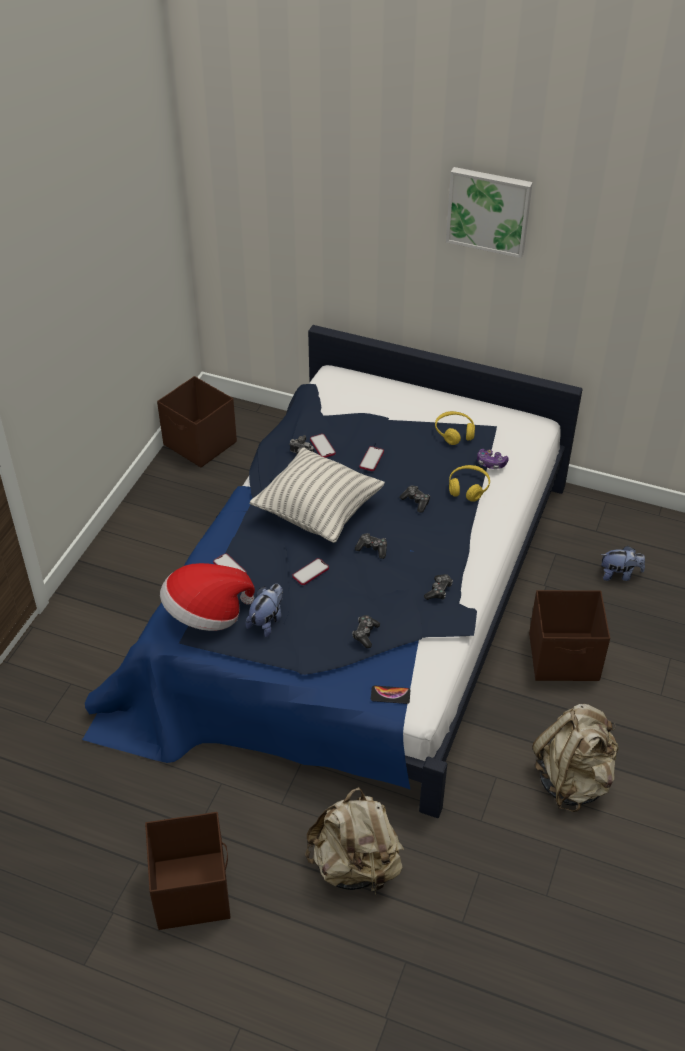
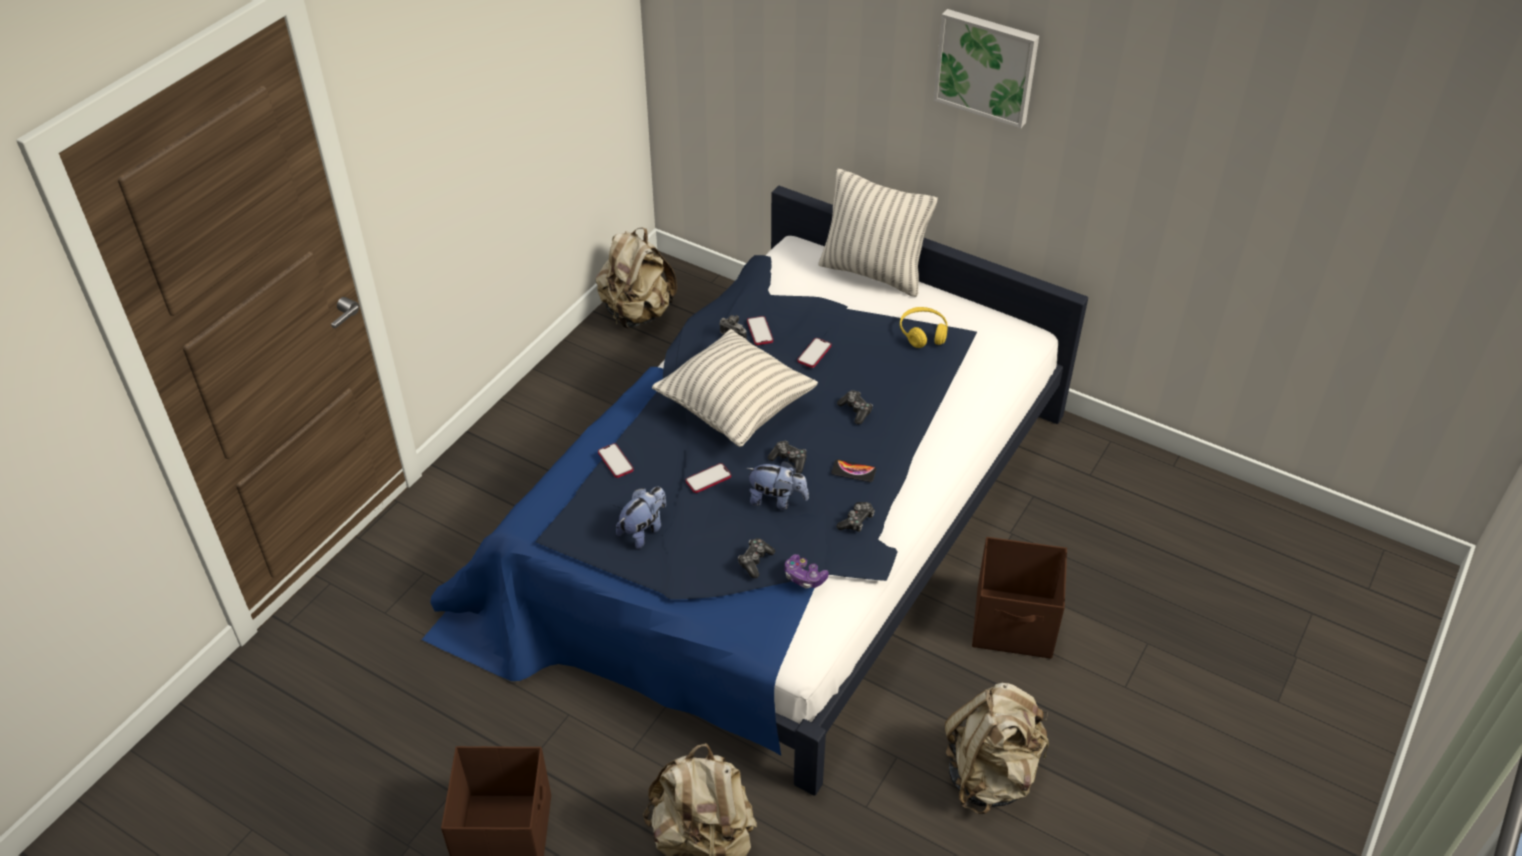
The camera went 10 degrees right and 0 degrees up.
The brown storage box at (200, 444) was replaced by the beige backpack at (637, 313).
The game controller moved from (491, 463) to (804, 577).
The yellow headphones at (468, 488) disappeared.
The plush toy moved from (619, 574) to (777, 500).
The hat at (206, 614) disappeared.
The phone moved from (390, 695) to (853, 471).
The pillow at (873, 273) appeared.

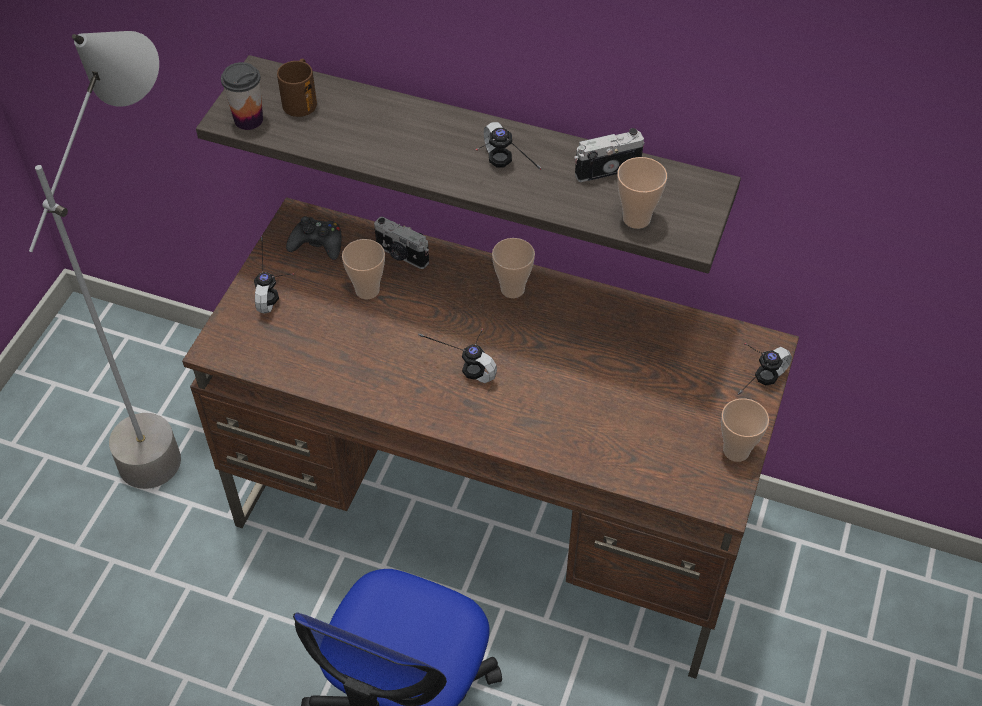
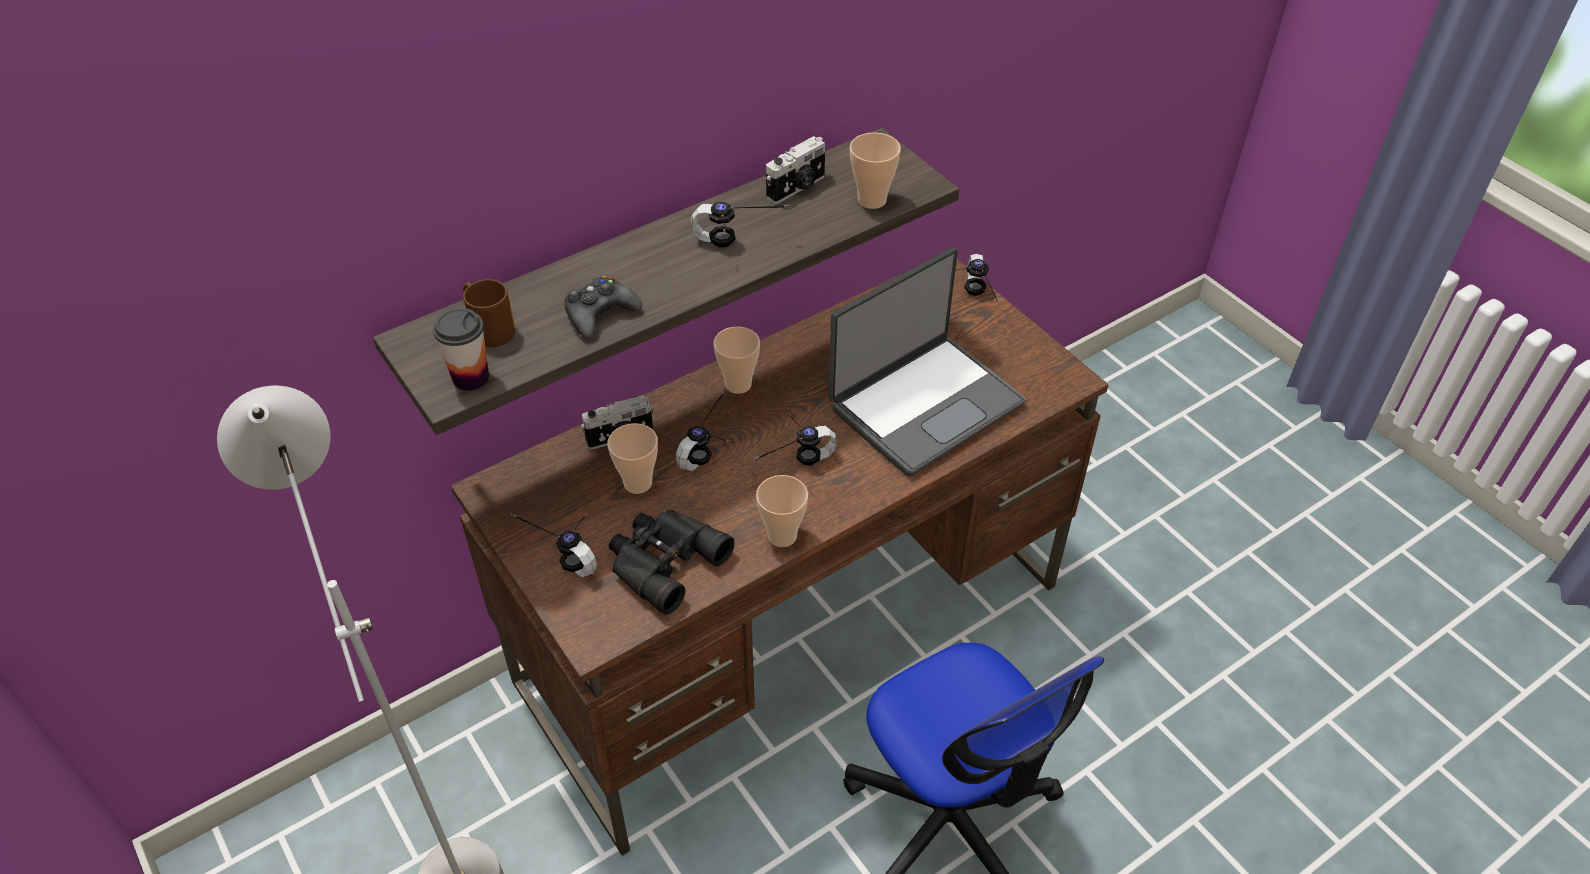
The camera went 55 degrees left and 5 degrees down.
The photo camera at (606, 169) turned 150 degrees counterclockwise.
The black game controller moved from (317, 244) to (600, 314).
The cup moved from (736, 451) to (782, 536).
The laptop at (924, 404) appeared.
The headphones at (715, 453) appeared.
The black binoculars at (663, 561) appeared.

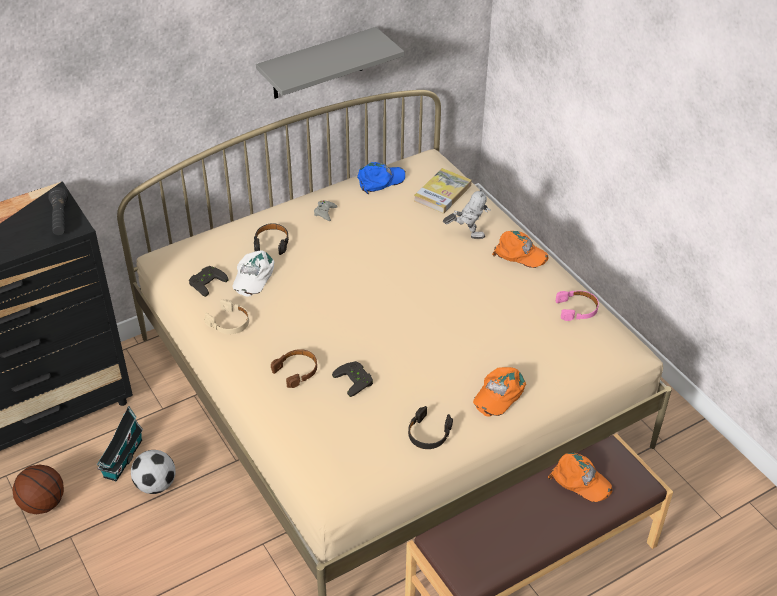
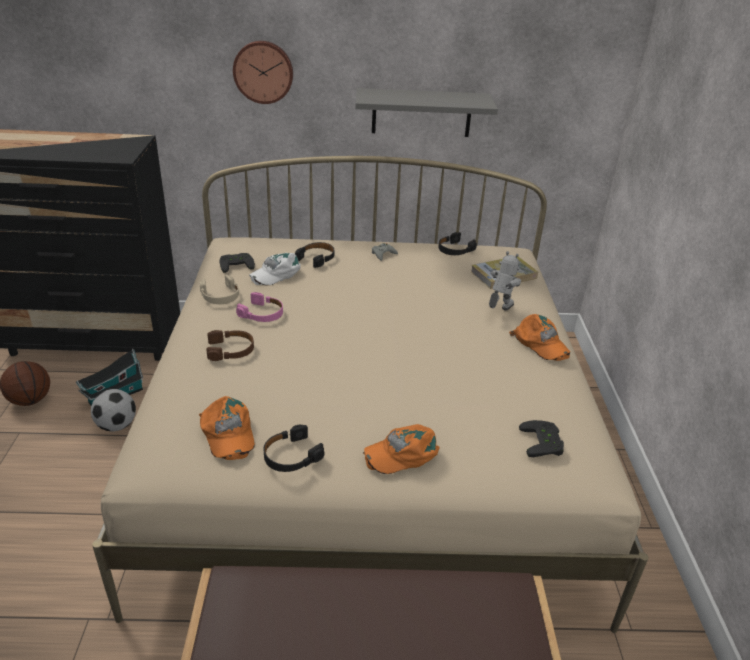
The camera went 30 degrees right and 10 degrees down.
The blue cap at (380, 180) was replaced by the black headphones at (454, 250).
The black flashlight at (60, 219) disappeared.
The toy robot at (467, 234) turned 90 degrees counterclockwise.
The pink headphones moved from (577, 309) to (262, 314).
The black game controller moved from (356, 379) to (544, 442).
The orange cap moved from (580, 481) to (227, 433).
The wall clock at (263, 72) appeared.

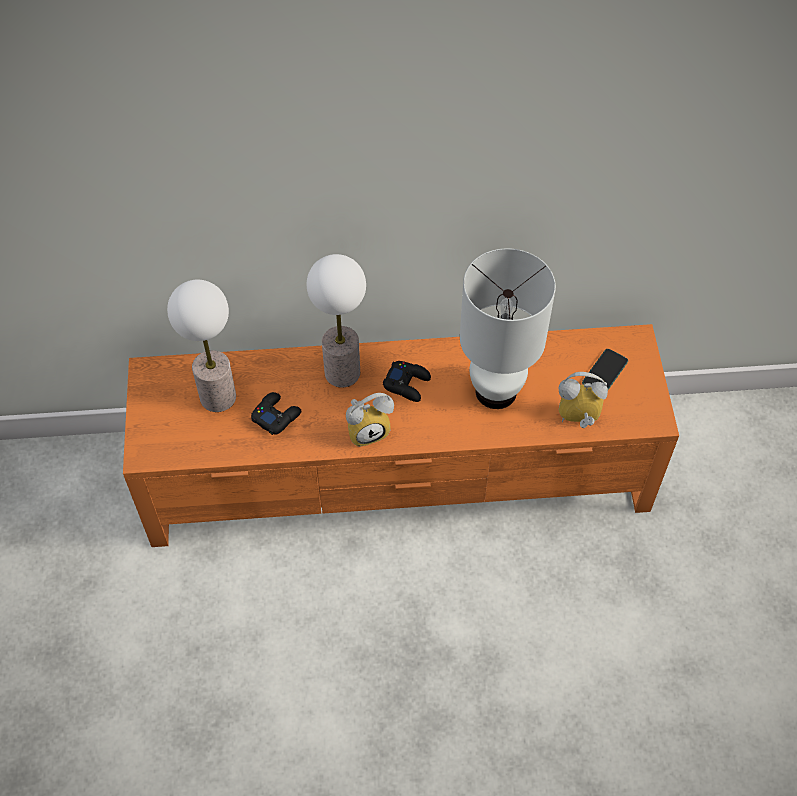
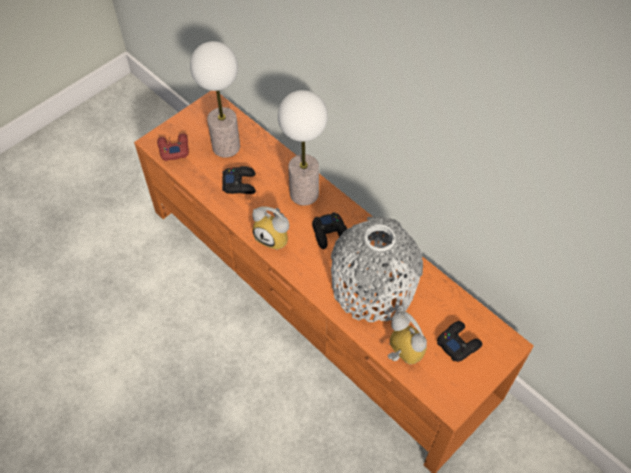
The camera went 50 degrees right and 0 degrees up.
The white table lamp at (495, 392) was replaced by the grey vase at (373, 287).
The phone at (605, 372) was replaced by the black game controller at (458, 343).
The red game controller at (173, 149) appeared.

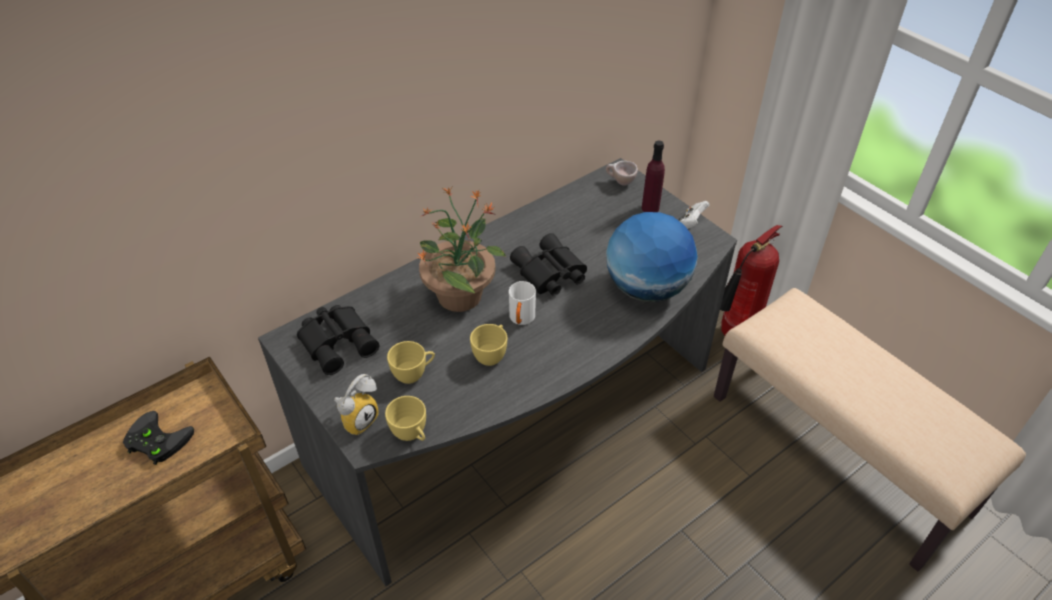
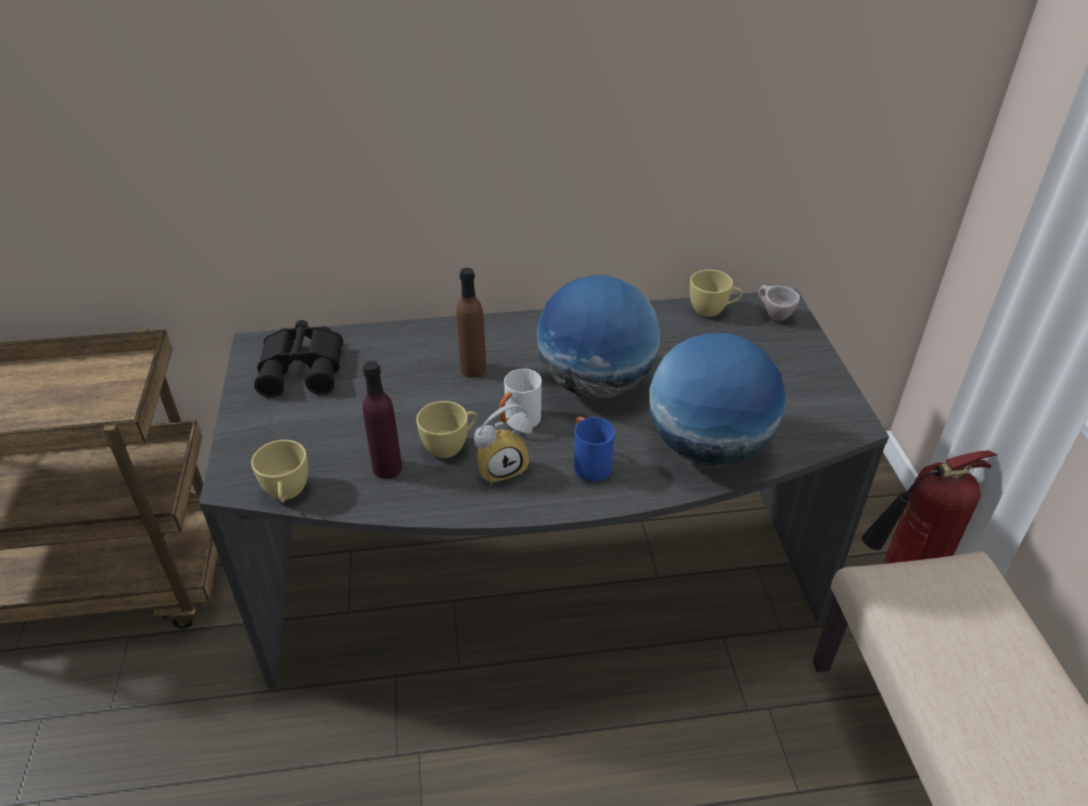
The camera went 30 degrees right and 5 degrees down.
The purple bottle moved from (650, 208) to (387, 468).
The potted plant at (460, 295) was replaced by the brown bottle at (473, 369).
The white game controller at (691, 224) disappeared.
The black binoculars at (549, 273) was replaced by the globe at (596, 384).
The yellow cup moved from (414, 374) to (712, 311).
The alarm clock moved from (358, 419) to (502, 466).
The black game controller at (155, 441) disappeared.
The blue mug at (588, 463) appeared.

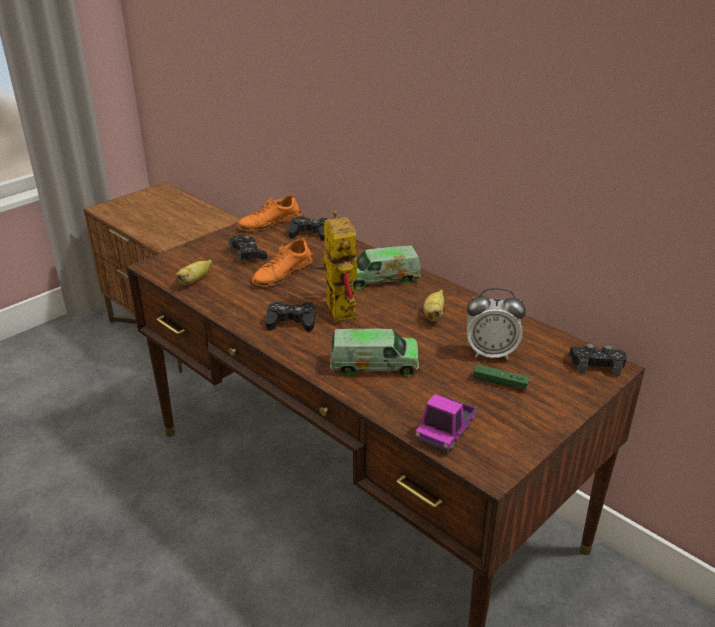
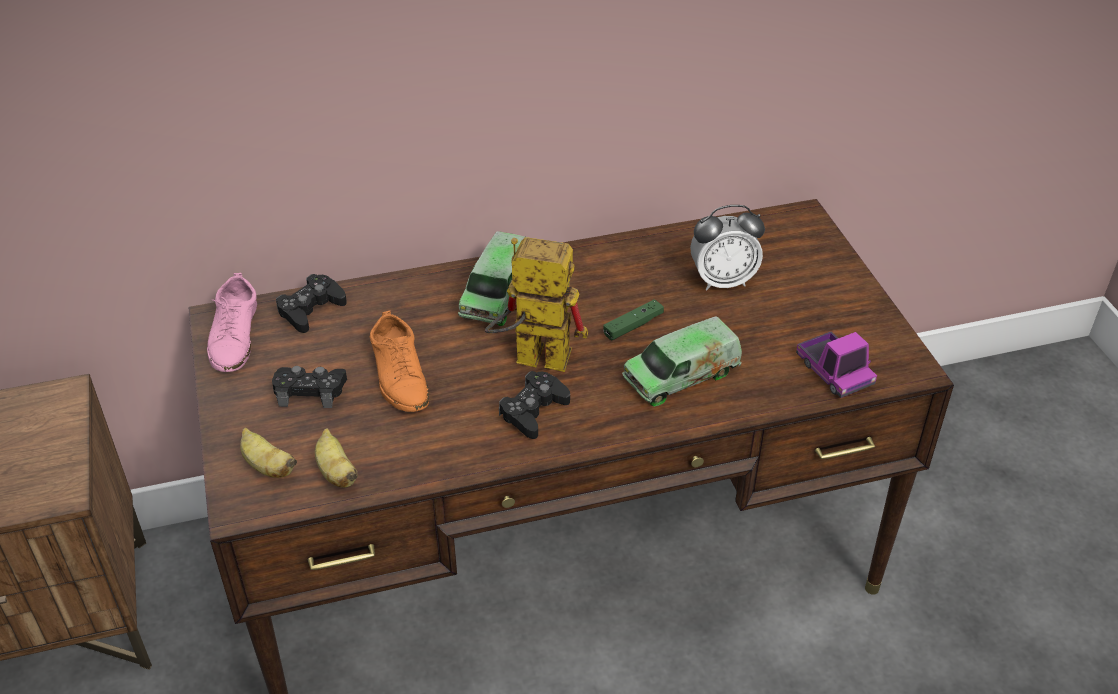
The camera went 60 degrees left and 10 degrees up.
The orange shoe at (270, 223) became the pink shoe at (235, 336).
The alarm clock at (491, 353) turned 45 degrees clockwise.
The banana moved from (434, 315) to (267, 466).
The toy truck at (374, 364) turned 150 degrees counterclockwise.
The black game controller at (596, 364) disappeared.
The green game controller moved from (500, 382) to (633, 326).

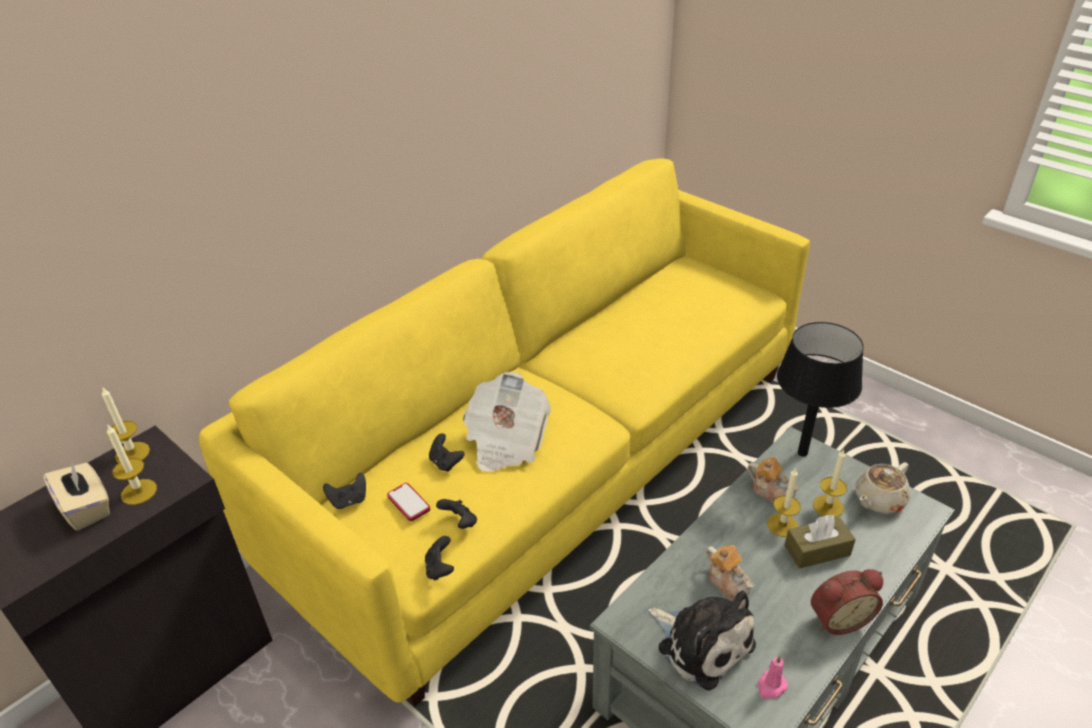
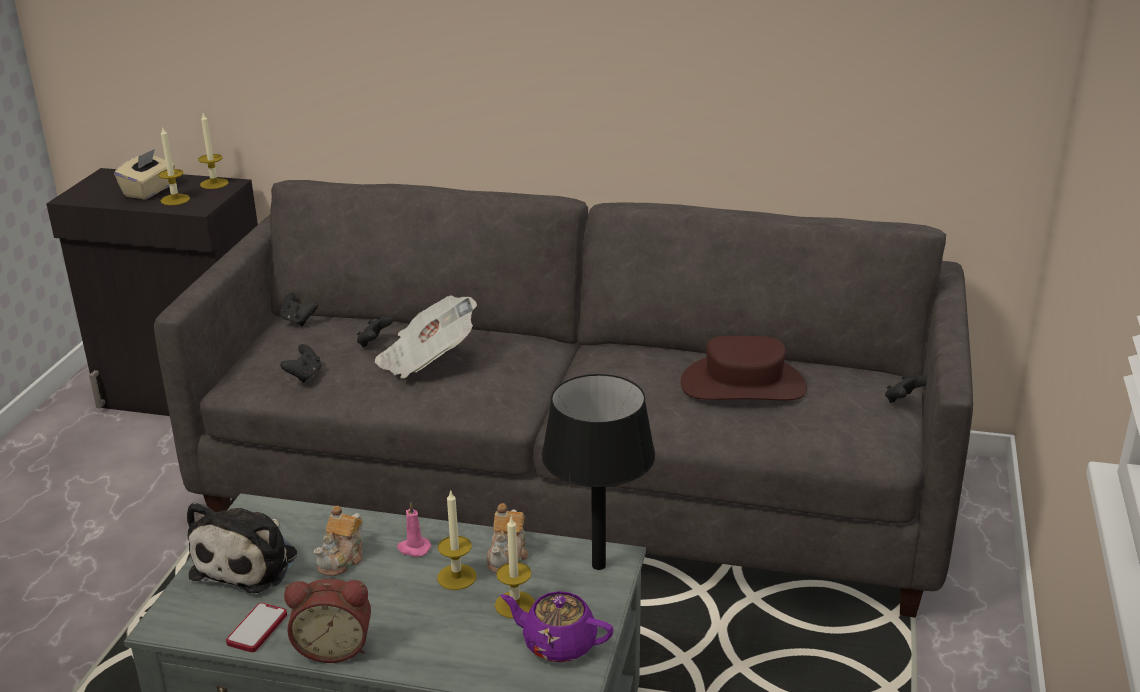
The camera went 60 degrees right and 10 degrees down.
The yellow sofa at (548, 464) became the grey sofa at (573, 490).
The beige teapot at (878, 500) became the purple teapot at (558, 644).
The phone moved from (408, 503) to (257, 629).
The brown tissue box at (817, 550) disappeared.
The black game controller moved from (440, 568) to (904, 400).
The alarm clock at (838, 618) turned 45 degrees counterclockwise.
The pink candle moved from (771, 686) to (413, 548).
The brown hat at (743, 385) appeared.

